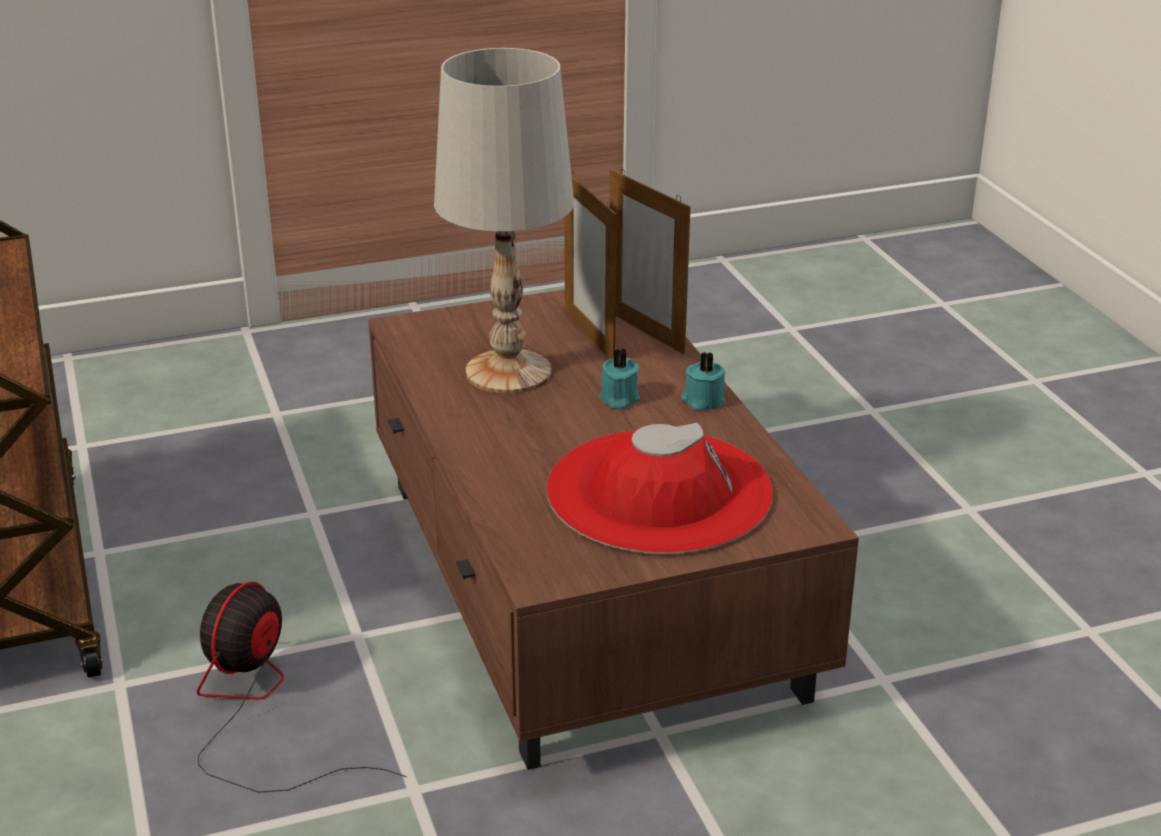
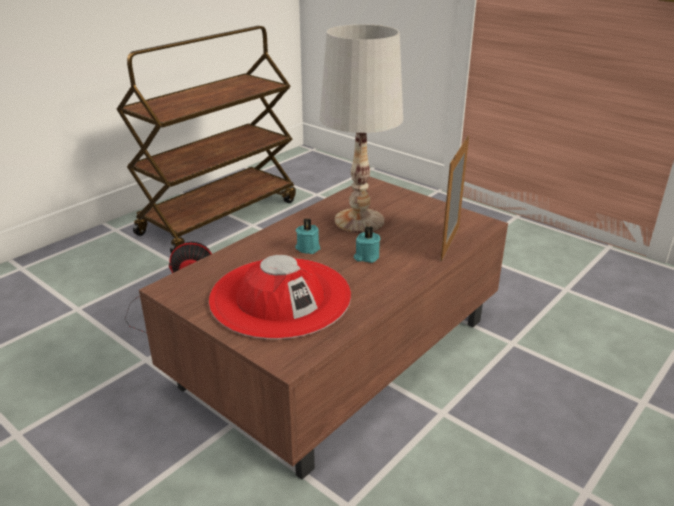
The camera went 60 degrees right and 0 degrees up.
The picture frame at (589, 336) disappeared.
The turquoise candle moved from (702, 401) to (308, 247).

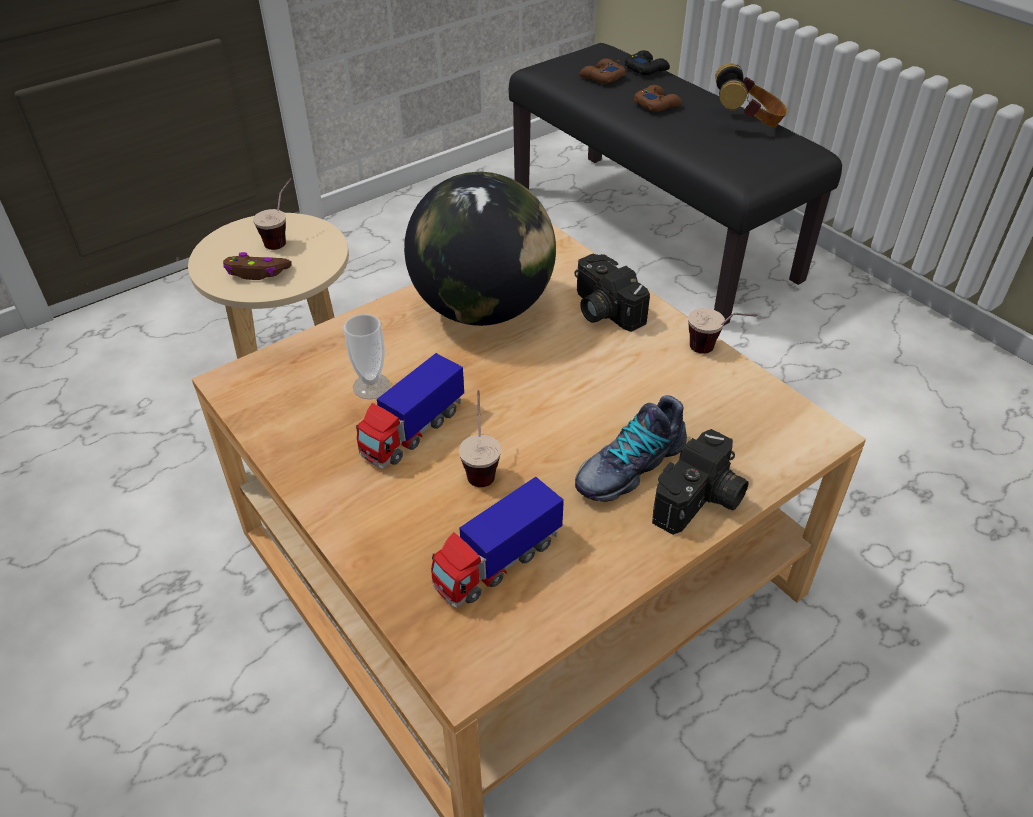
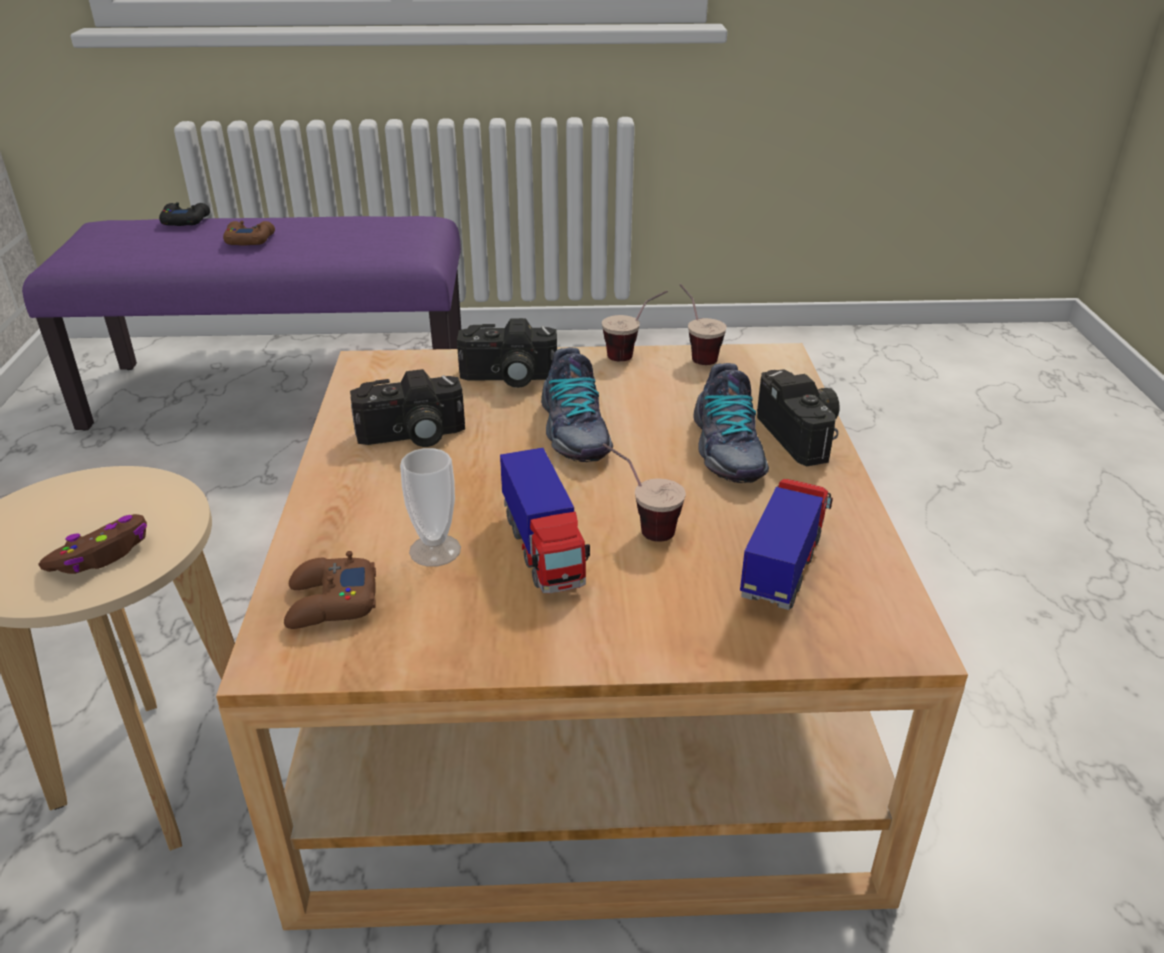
The camera went 55 degrees left and 10 degrees down.
The black bench at (652, 233) became the purple bench at (283, 392).
The brown game controller moved from (601, 77) to (330, 603).
The headphones at (747, 123) disappeared.
The globe at (482, 309) was replaced by the photo camera at (411, 436).
The cup moved from (283, 238) to (695, 354).
The toy truck at (497, 563) turned 150 degrees counterclockwise.
The shoe at (573, 430) appeared.

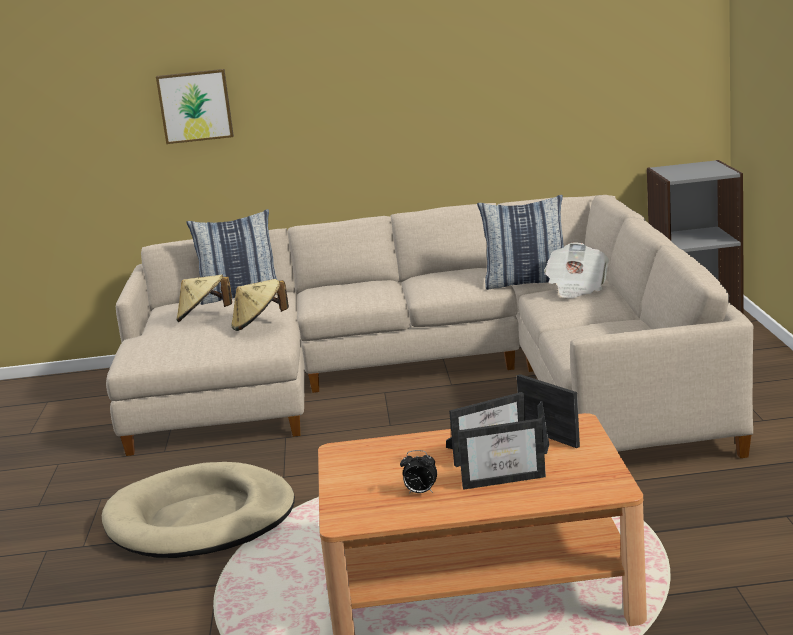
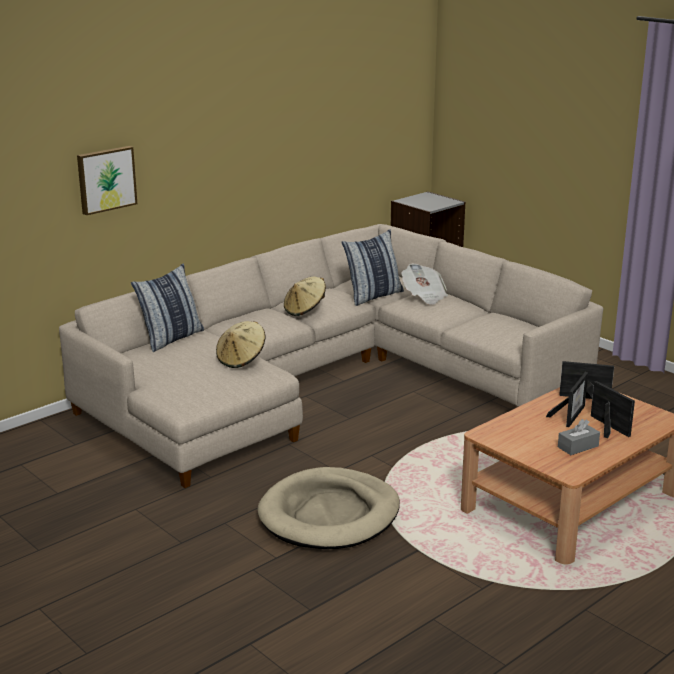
The camera went 40 degrees left and 5 degrees up.
The beige hat moved from (203, 317) to (305, 310).
The picture frame at (503, 478) turned 75 degrees counterclockwise.
The alarm clock at (420, 493) was replaced by the grey tissue box at (578, 446).

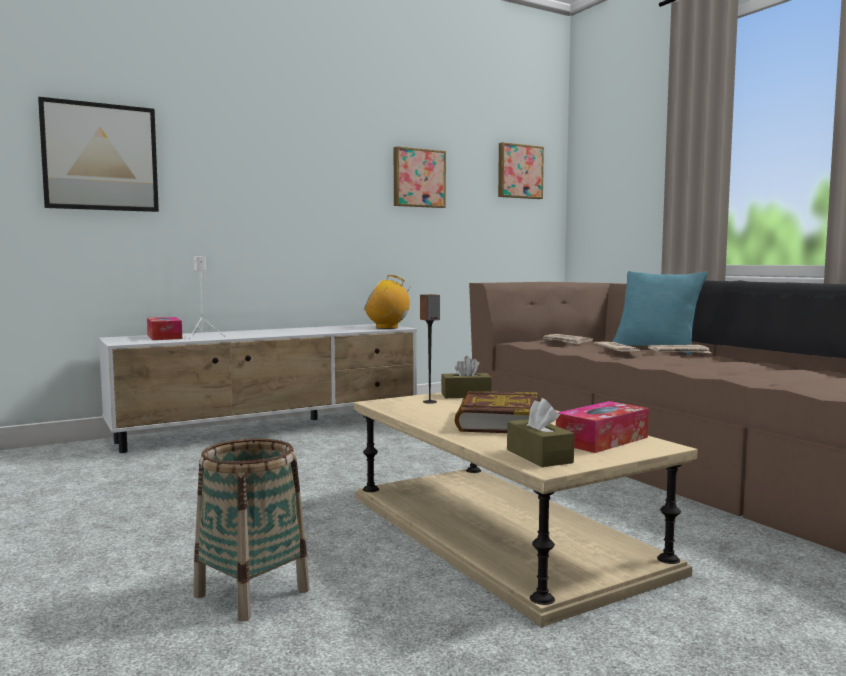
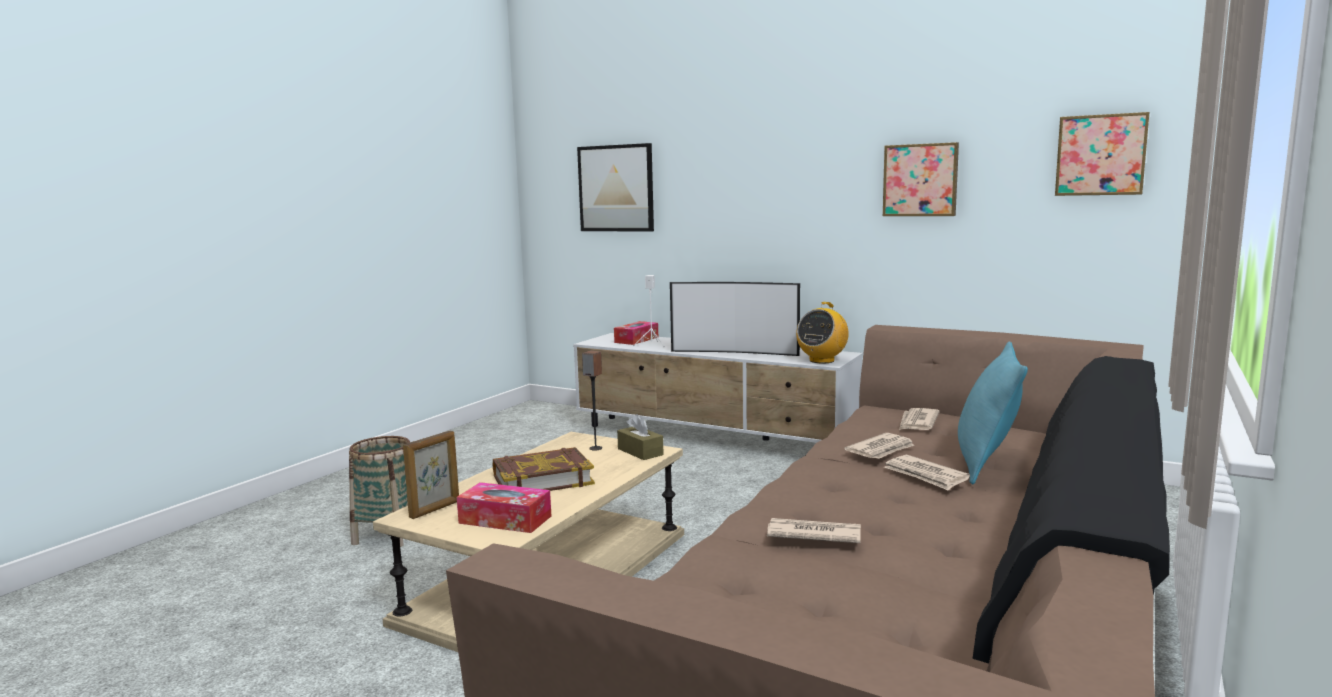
The camera went 60 degrees right and 5 degrees up.
The radio at (387, 327) turned 120 degrees counterclockwise.
The brown tissue box at (539, 456) was replaced by the picture frame at (435, 509).
The television at (735, 352) appeared.
The newspaper at (812, 534) appeared.

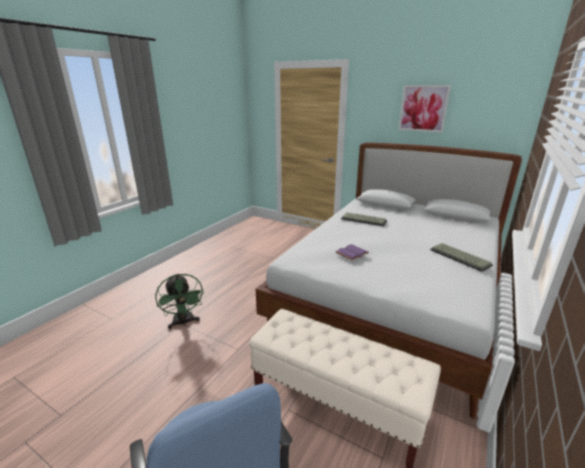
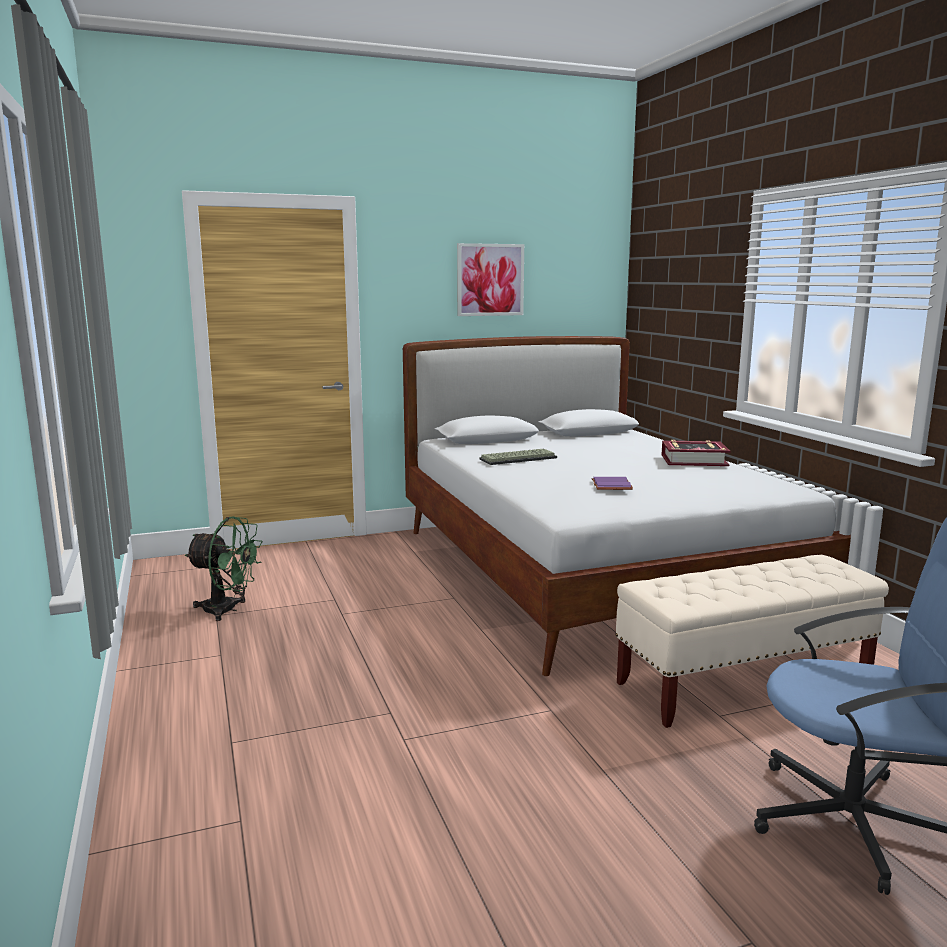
The camera went 50 degrees left and 10 degrees down.
The keyboard at (461, 257) was replaced by the book at (694, 460).
The green fan moved from (183, 322) to (227, 610).

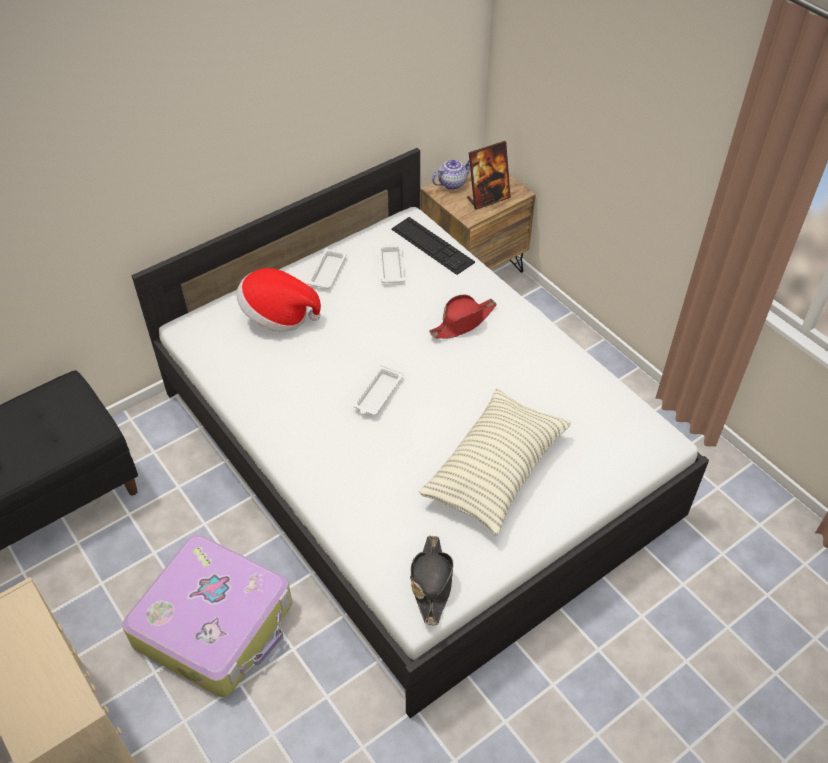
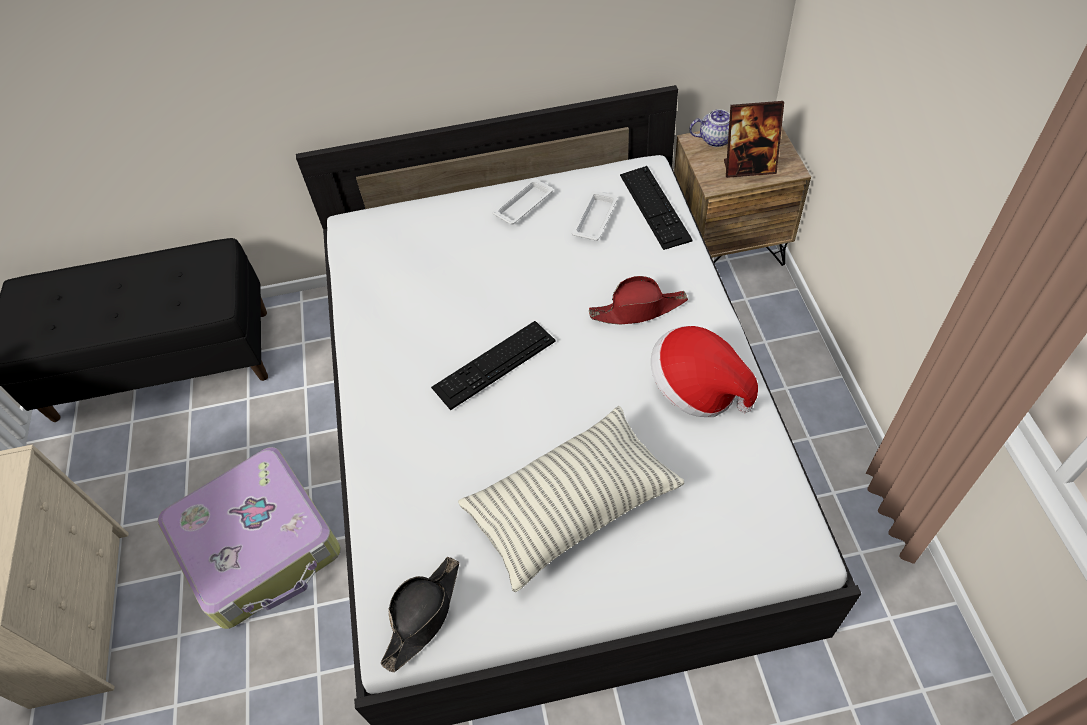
The camera went 30 degrees right and 5 degrees up.
The hat moved from (278, 316) to (697, 388).
The white tray at (377, 394) was replaced by the keyboard at (494, 364).

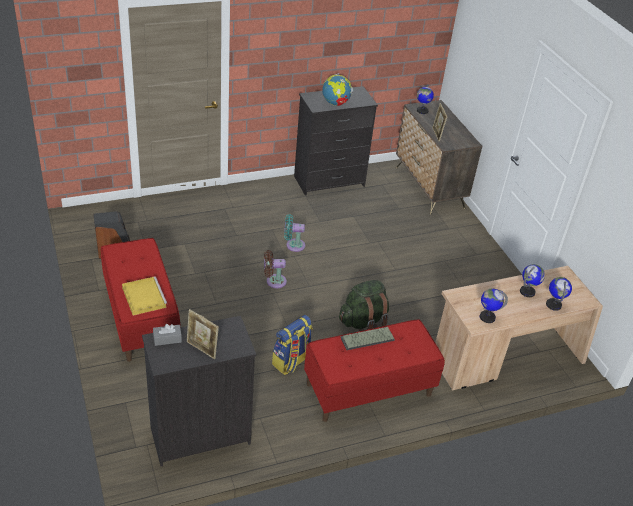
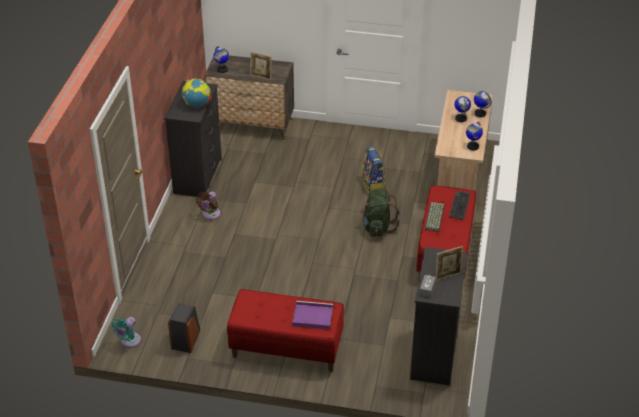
The camera went 55 degrees left and 0 degrees up.
The turquoise fan moved from (293, 245) to (129, 341).
The brown fan moved from (274, 281) to (210, 215).
The yellow tray at (143, 297) became the purple tray at (311, 317).
The backpack moved from (291, 362) to (373, 186).
The keyboard at (460, 205) appeared.

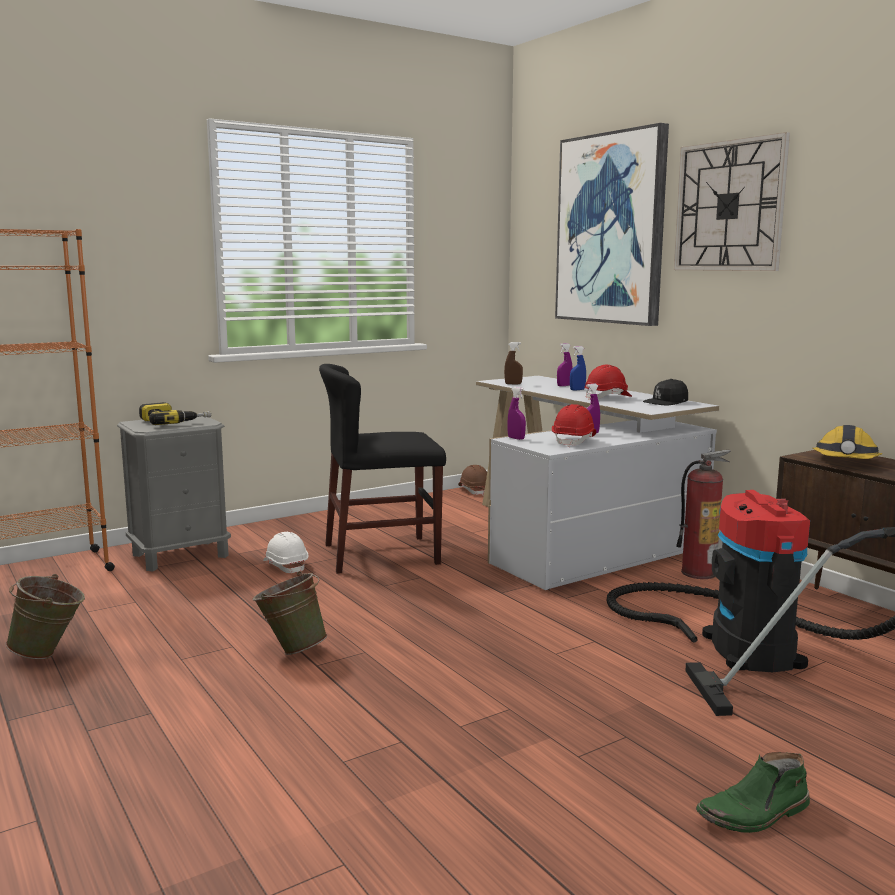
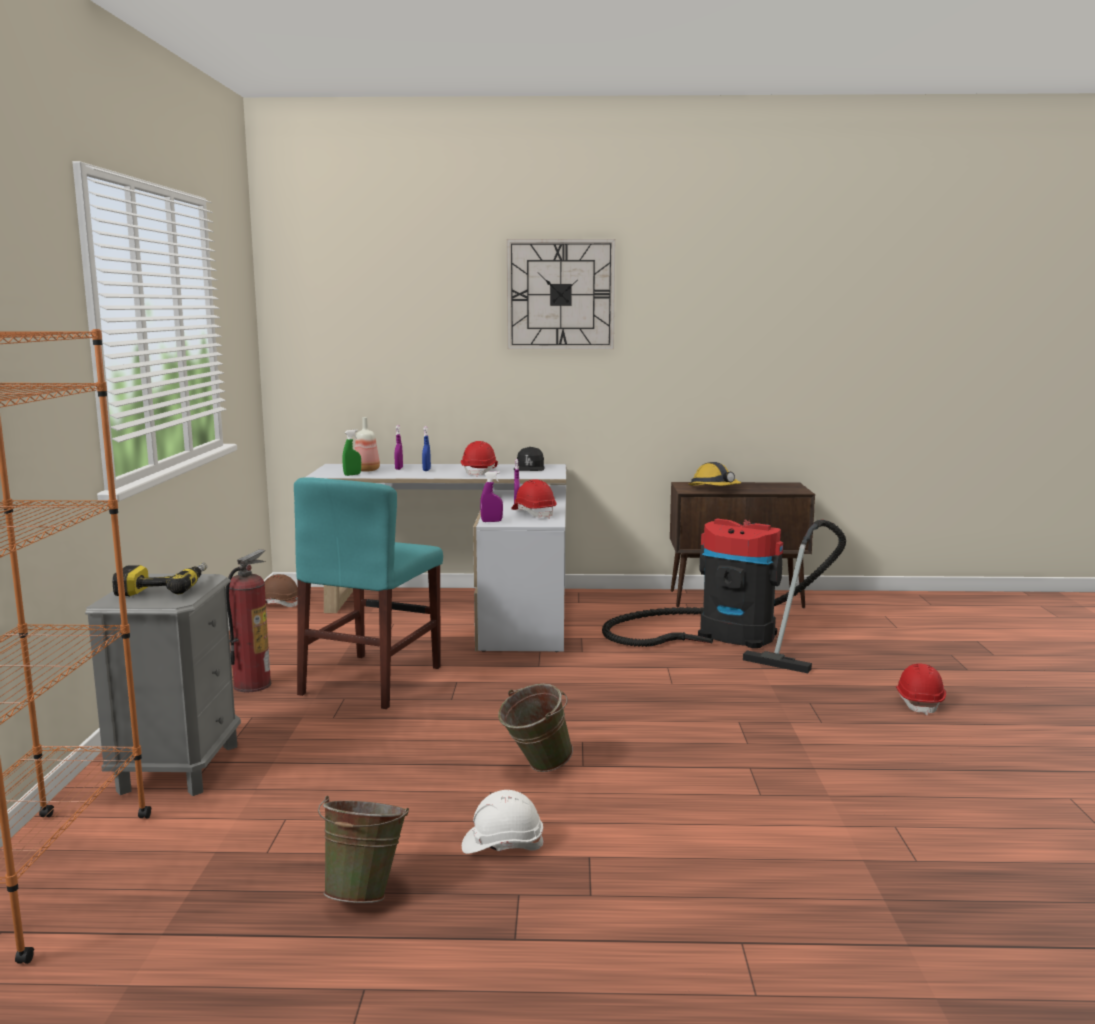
The camera went 55 degrees left and 0 degrees up.
The picture at (611, 229) disappeared.
The brown spray bottle at (513, 384) became the green spray bottle at (352, 474).
The black chair at (381, 554) became the turquoise chair at (372, 680).
The fire extinguisher moved from (698, 573) to (252, 685).
The white hard hat moved from (286, 566) to (502, 844).
The green boot at (754, 814) was replaced by the red hard hat at (919, 702).
The bottle at (367, 470) appeared.

